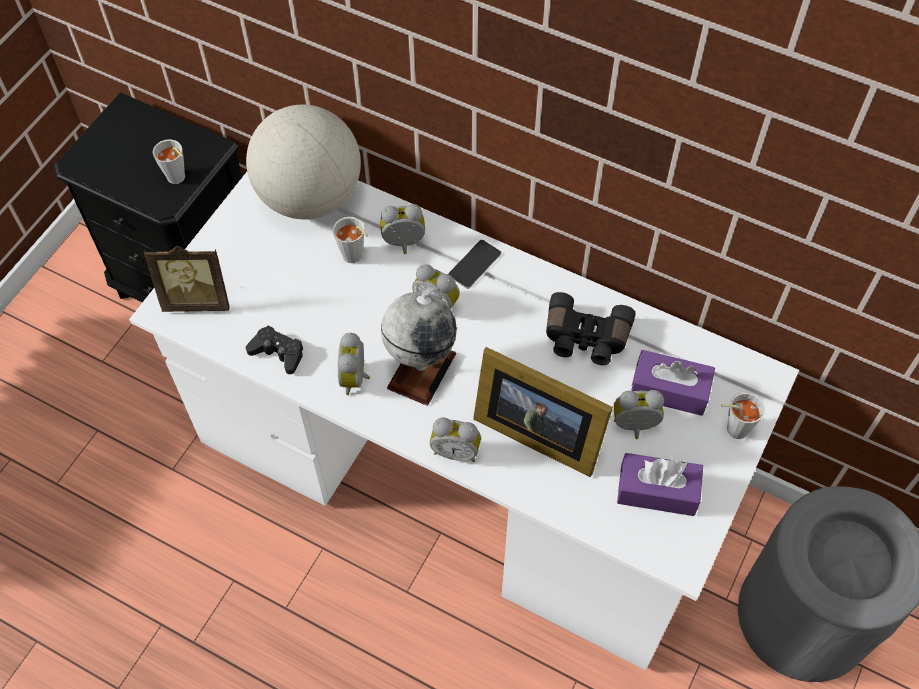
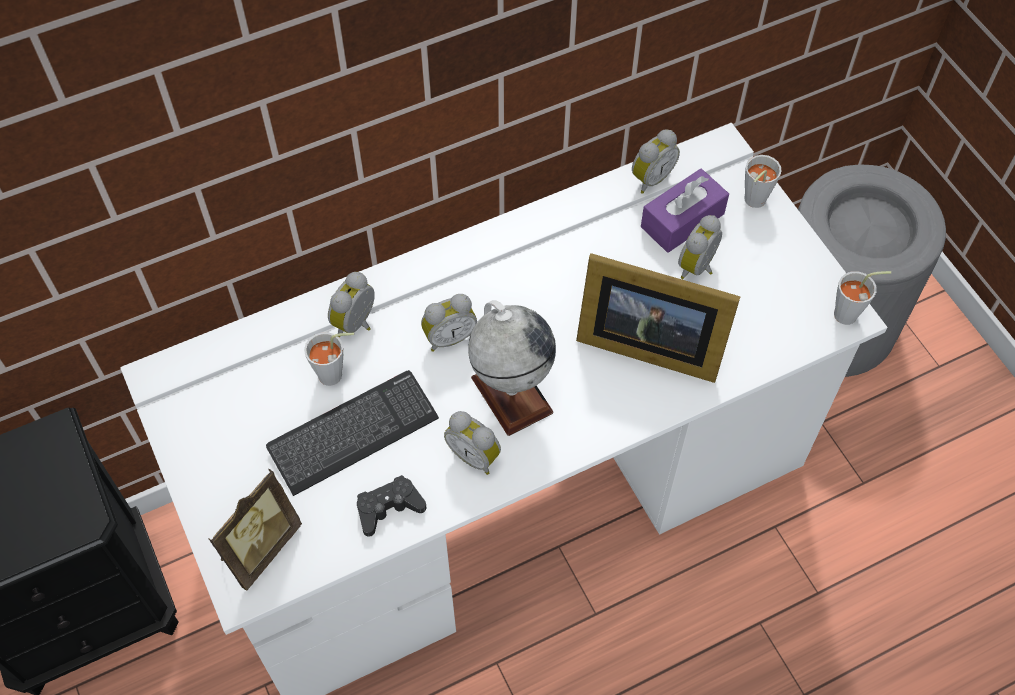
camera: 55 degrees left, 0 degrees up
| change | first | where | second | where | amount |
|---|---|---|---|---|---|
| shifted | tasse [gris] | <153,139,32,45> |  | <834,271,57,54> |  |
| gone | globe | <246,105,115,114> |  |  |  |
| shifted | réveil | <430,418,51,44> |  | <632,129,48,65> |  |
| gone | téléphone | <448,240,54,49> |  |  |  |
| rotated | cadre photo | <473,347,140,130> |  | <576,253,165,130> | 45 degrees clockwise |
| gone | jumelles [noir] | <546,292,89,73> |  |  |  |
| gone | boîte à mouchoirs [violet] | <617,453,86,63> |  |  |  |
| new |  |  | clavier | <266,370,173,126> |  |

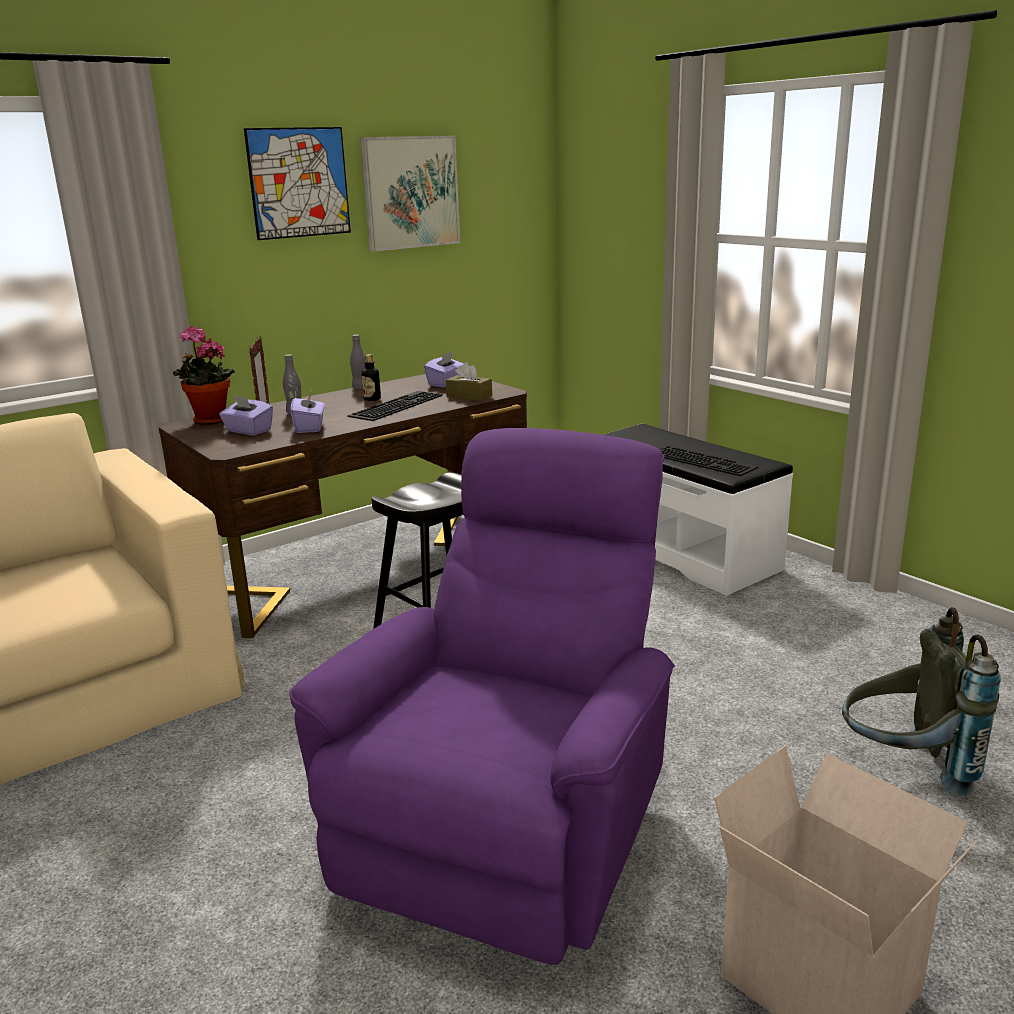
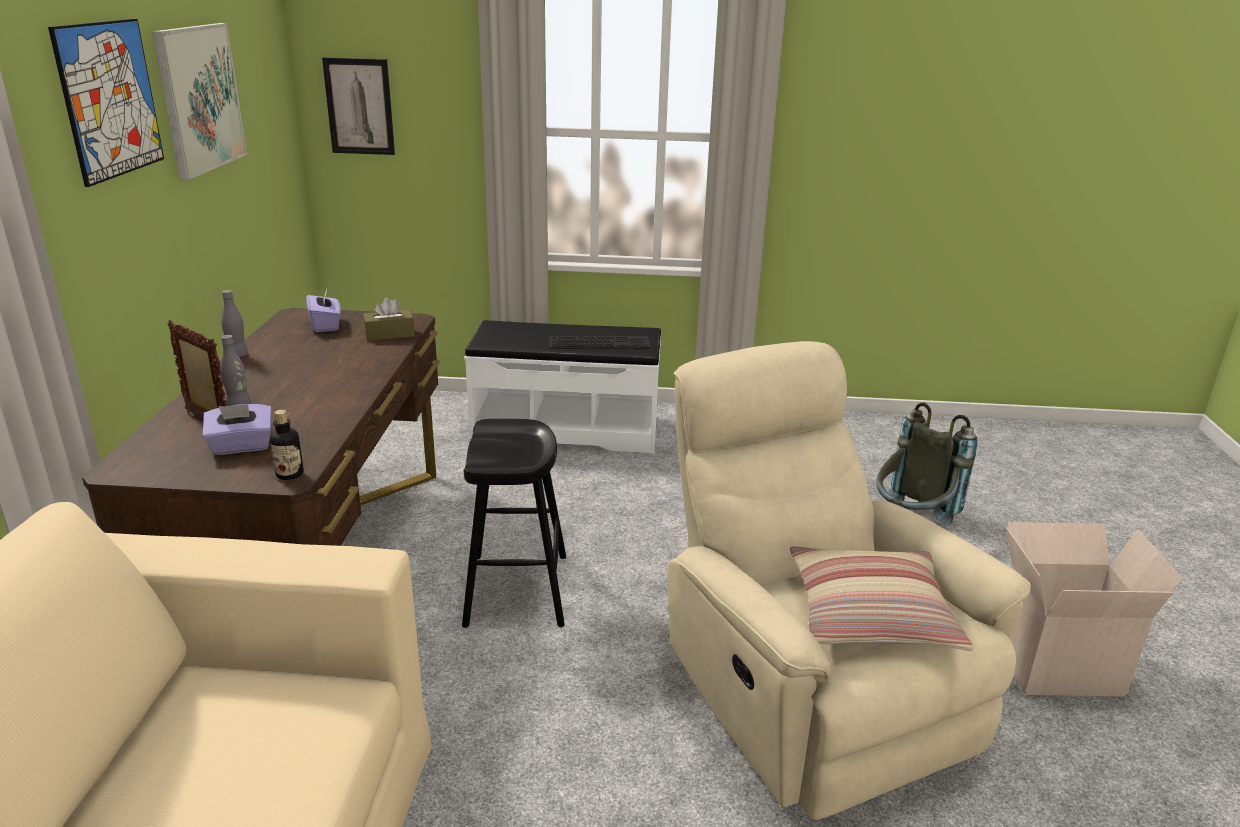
camera: 50 degrees left, 5 degrees up
| change | first | where | second | where | amount |
|---|---|---|---|---|---|
| gone | plante en pot | <173,326,62,99> |  |  |  |
| repainted | fauteuil [violet] | <289,428,386,537> | fauteuil [beige] | <667,341,364,479> |  |
| gone | boîte à mouchoirs [violet] | <290,389,35,44> |  |  |  |
| gone | clavier | <347,391,96,30> |  |  |  |
| shifted | bouteille | <361,354,20,47> |  | <270,410,33,70> |  |
| new |  |  | tableau | <322,57,73,98> |  |
| new |  |  | coussin | <790,547,184,104> |  |

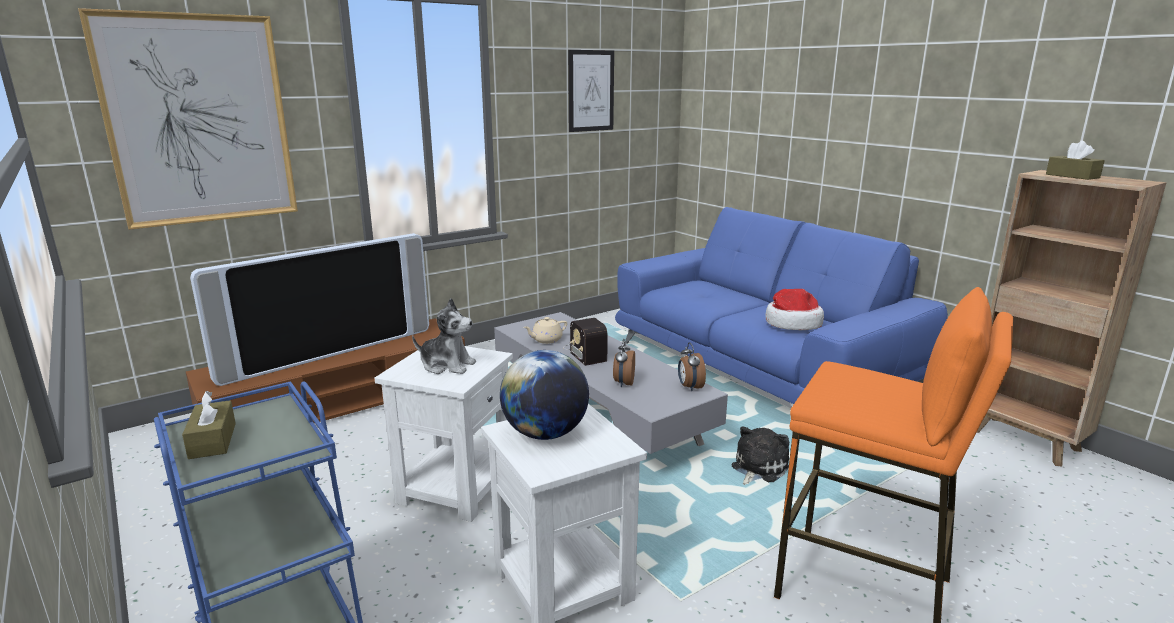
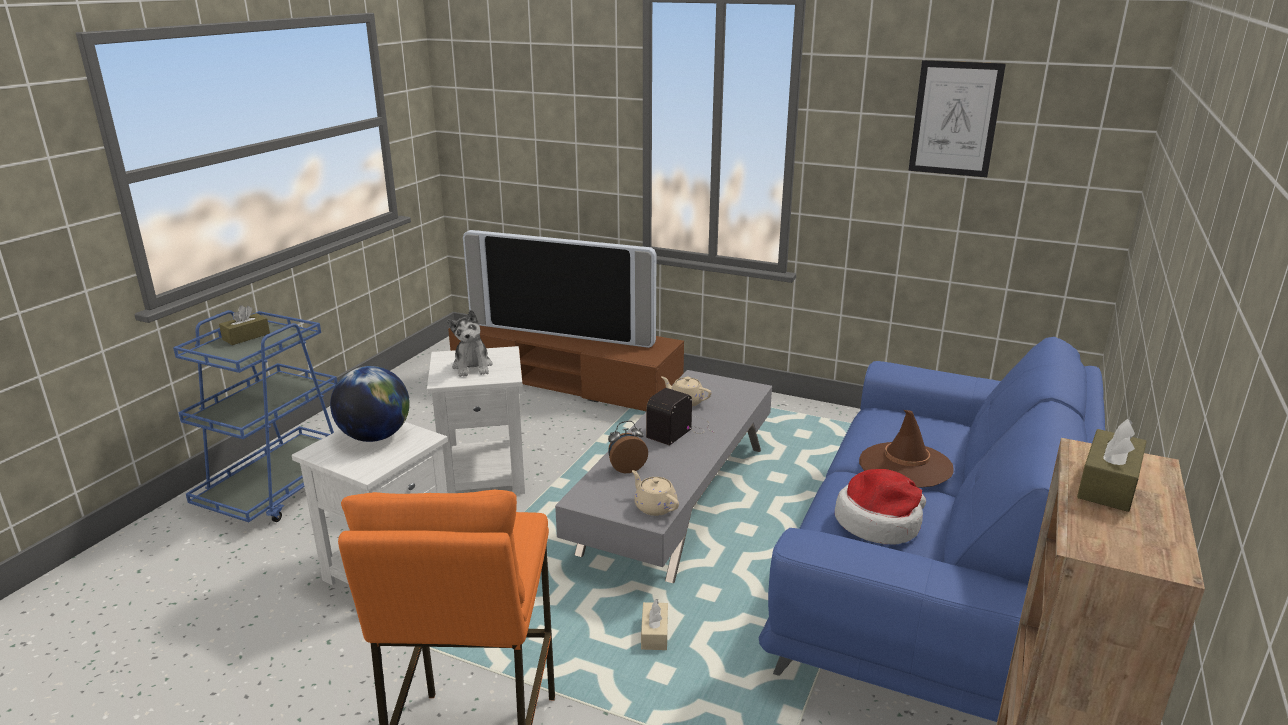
camera: 60 degrees right, 5 degrees up
| change | first | where | second | where | amount |
|---|---|---|---|---|---|
| gone | tableau | <78,8,220,222> |  |  |  |
| swapped | réveil | <678,342,28,50> | théière [beige] | <632,470,47,46> |  |
| swapped | peluche | <732,426,57,59> | boîte à mouchoirs [beige] | <641,599,27,51> |  |
| new |  |  | chapeau [marron] | <859,410,95,78> |  |

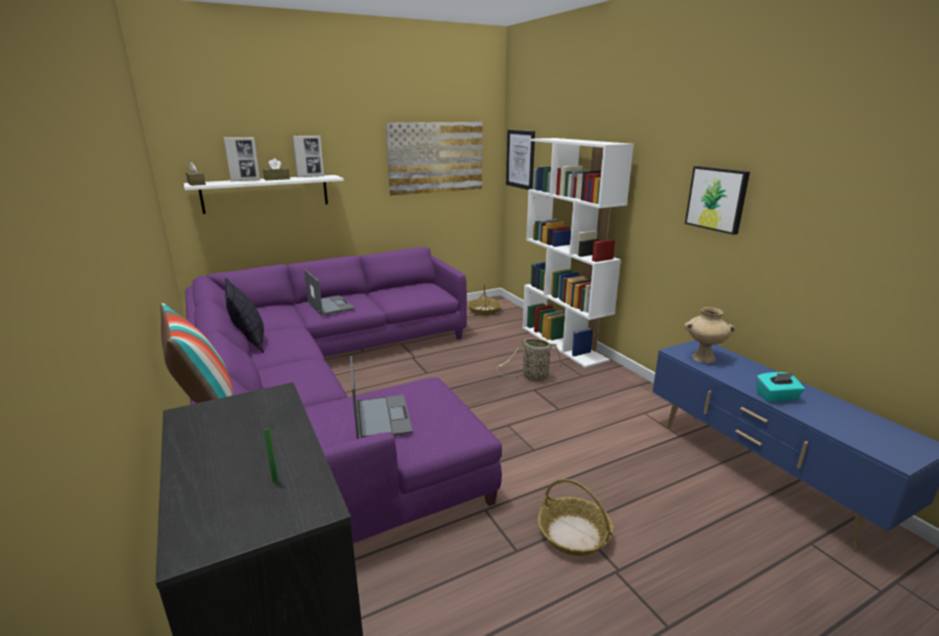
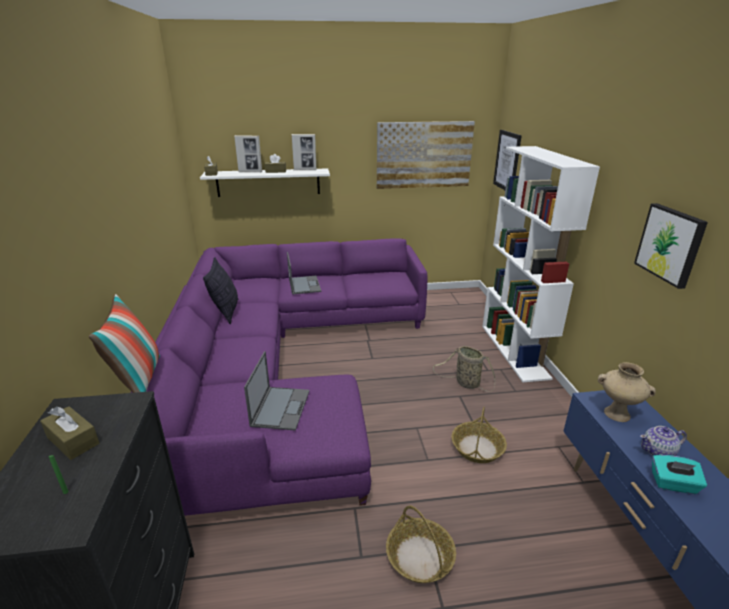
camera: 20 degrees right, 5 degrees up
| change | first | where | second | where | amount |
|---|---|---|---|---|---|
| shifted | panier | <467,282,35,33> |  | <451,407,56,56> |  |
| new |  |  | boîte à mouchoirs [marron] | <40,406,59,54> |  |
| new |  |  | théière | <640,426,47,30> |  |

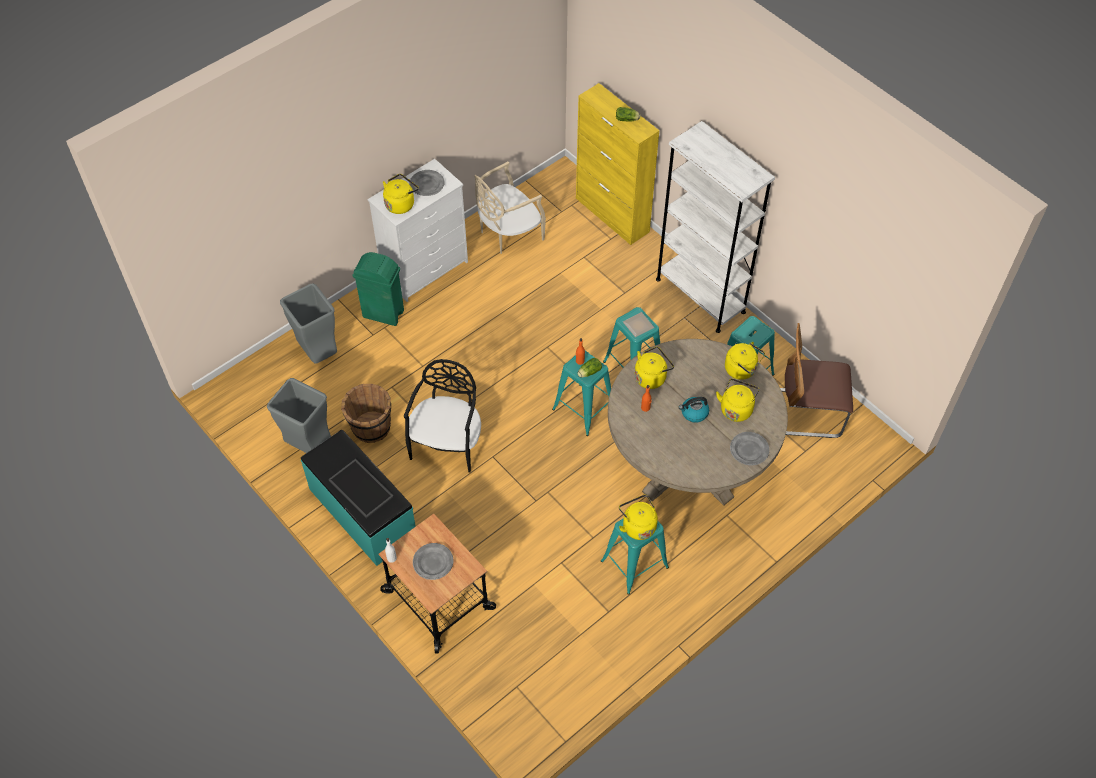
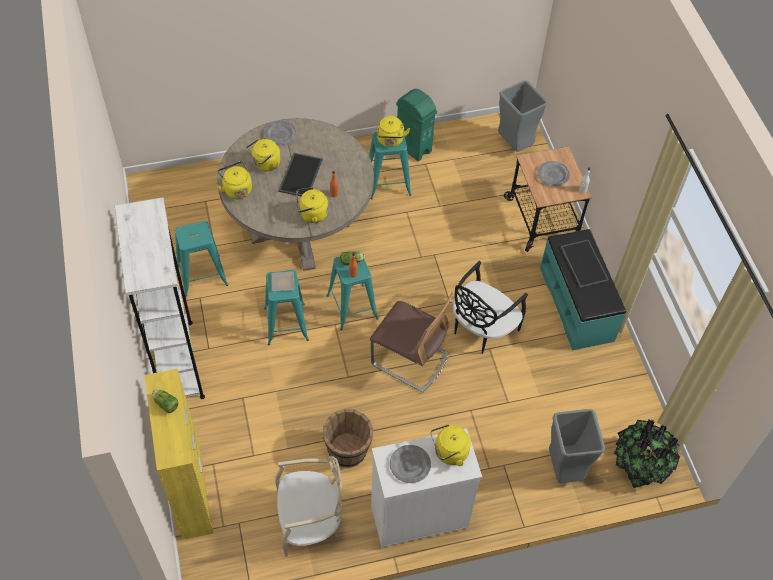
camera: 155 degrees left, 0 degrees up
| change | first | where | second | where | amount |
|---|---|---|---|---|---|
| shifted | poubelle [gris] | <267,378,64,75> |  | <498,80,50,72> |  |
| shifted | seau [marron] | <341,384,50,59> |  | <323,409,50,59> |  |
| shifted | poubelle [vert] | <353,252,51,74> |  | <396,89,41,72> |  |
| swapped | bouilloire | <679,397,30,26> | plateau | <278,153,45,43> |  |
| shifted | chaise | <780,323,73,115> |  | <370,292,83,101> |  |
| new |  |  | plante en pot | <614,419,66,69> |  |

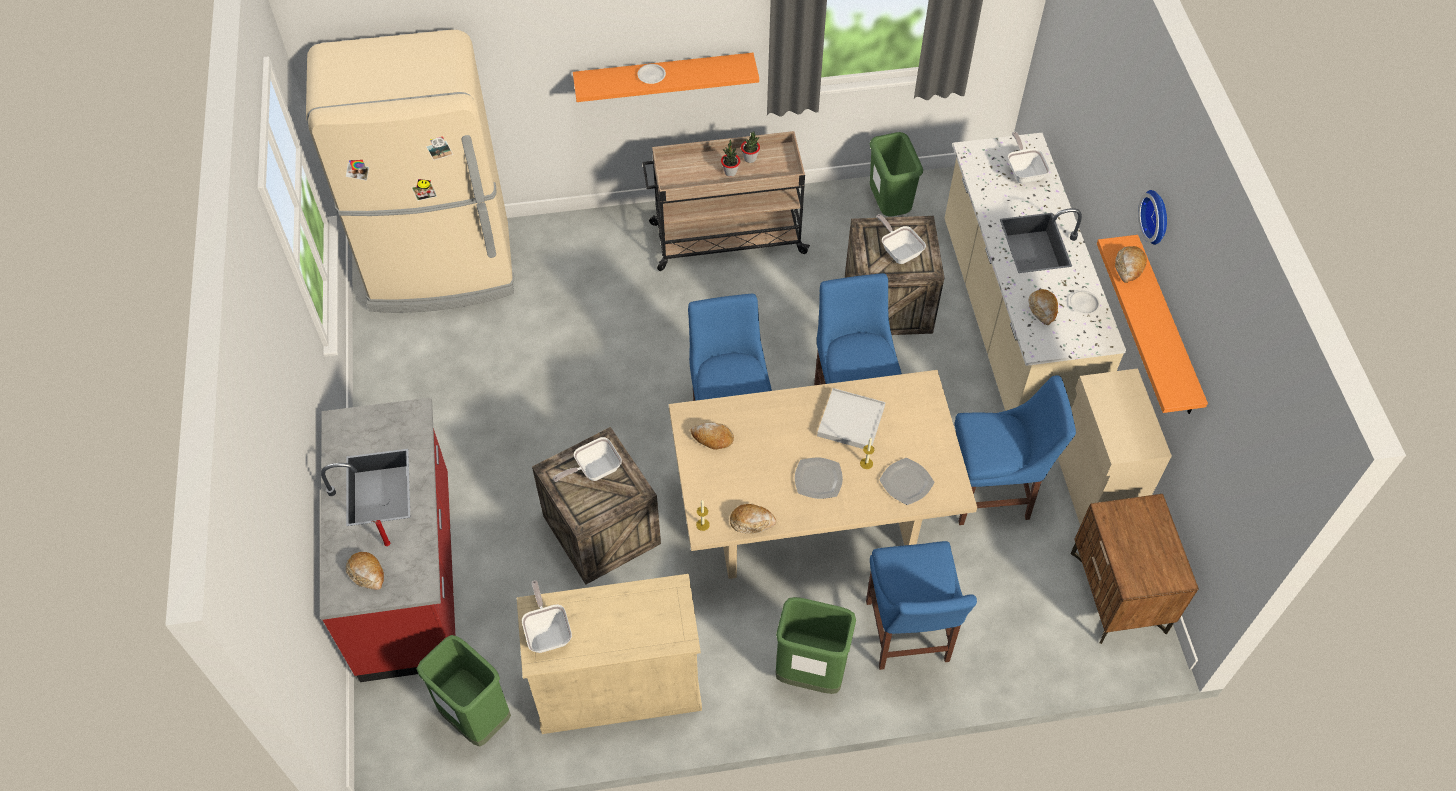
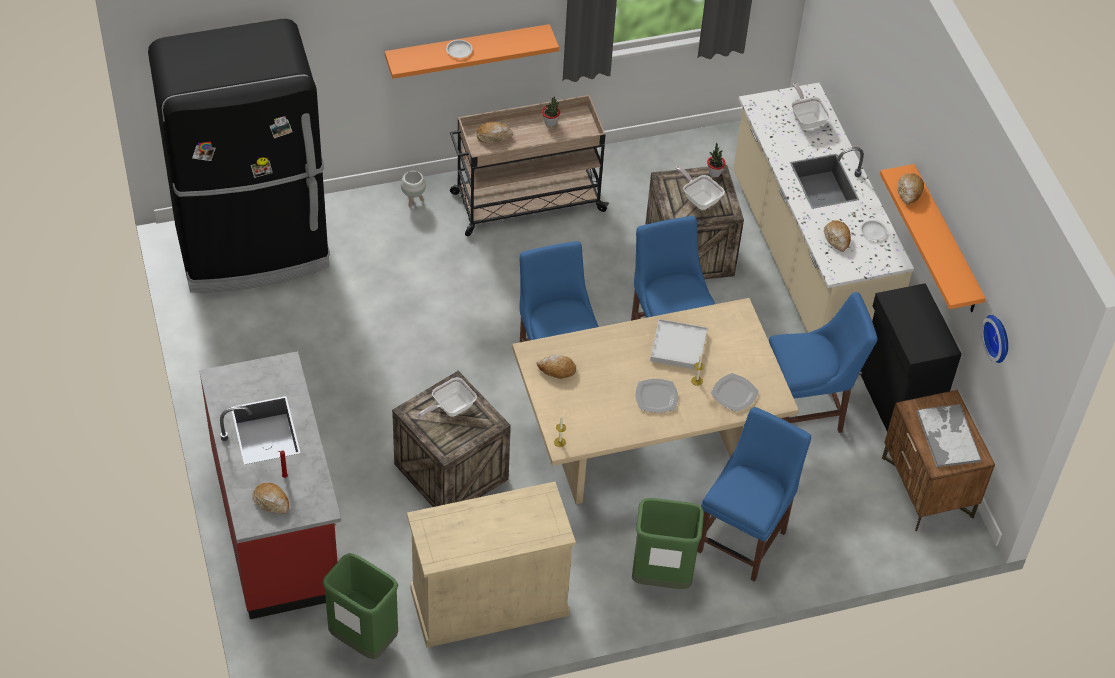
camera: 10 degrees left, 5 degrees down
| change | first | where | second | where | amount |
|---|---|---|---|---|---|
| repainted | réfrigérateur [beige] | <306,30,208,283> | réfrigérateur [noir] | <148,19,182,274> |  |
| gone | poêle | <522,580,50,73> |  |  |  |
| shifted | plante en pot | <721,139,19,38> |  | <707,143,19,34> |  |
| shifted | pain | <730,504,46,30> |  | <476,122,37,21> |  |
| rotated | chaise [bleu] | <866,541,111,129> |  | <697,407,114,175> | 135 degrees counterclockwise |
| gone | poubelle [vert] | <870,132,53,85> |  |  |  |
| repainted | meuble de rangement [beige] | <1058,368,114,158> | meuble de rangement [noir] | <859,283,103,148> |  |
| shifted | horloge murale | <1138,190,29,55> |  | <981,315,27,48> |  |
| new |  |  | cache-pot [blanc] | <401,171,25,37> |  |
| new |  |  | plateau | <916,404,66,63> |  |

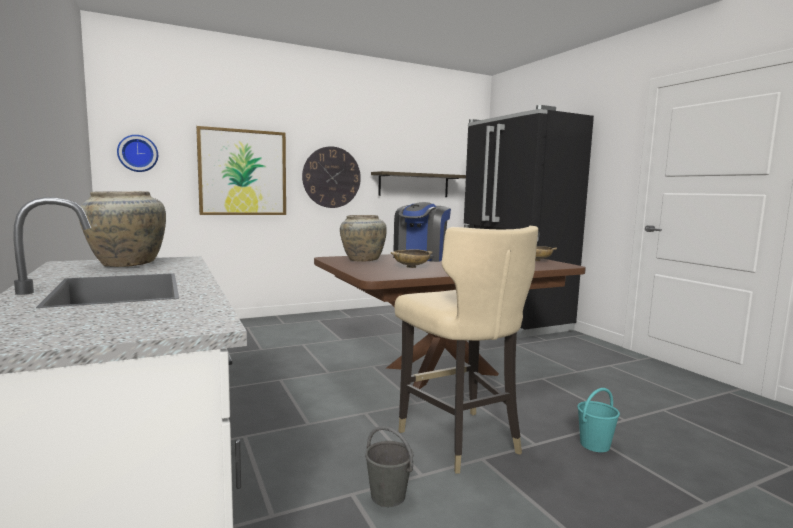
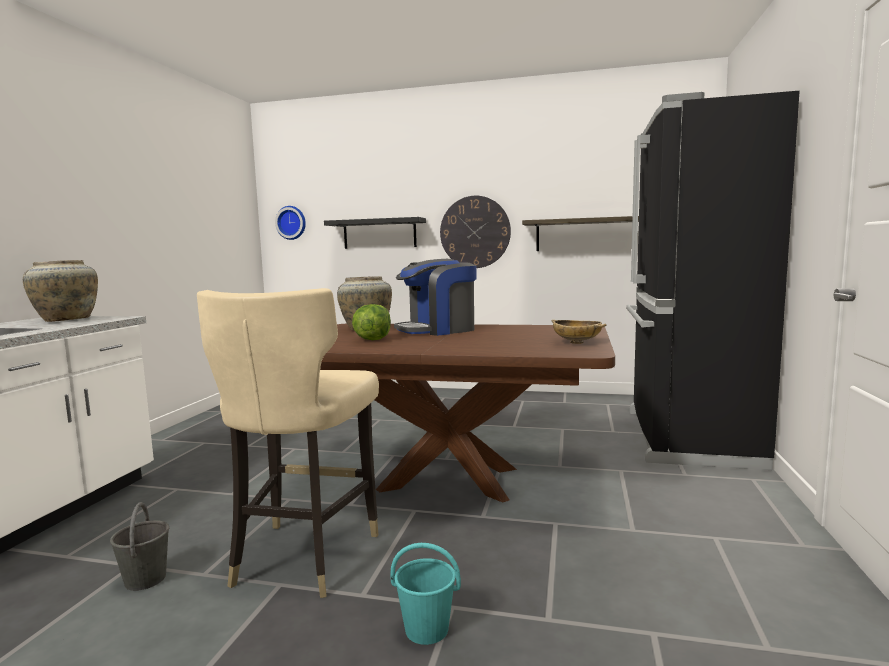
camera: 40 degrees right, 0 degrees up
| change | first | where | second | where | amount |
|---|---|---|---|---|---|
| swapped | tableau | <196,126,90,89> | étagère [noir] | <324,217,102,32> |  |
| swapped | bol [beige] | <391,249,41,19> | laitue | <352,304,39,36> |  |

